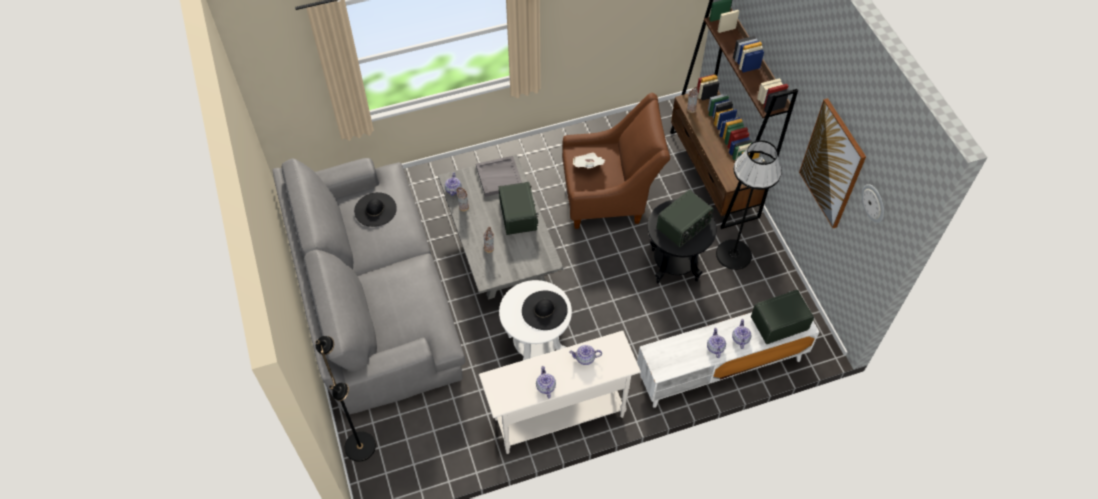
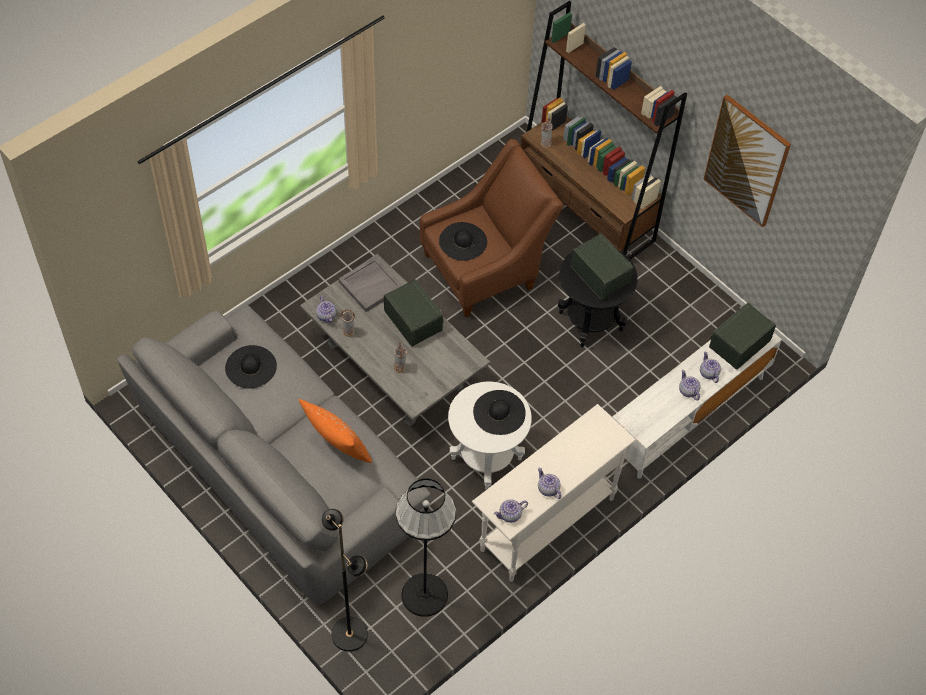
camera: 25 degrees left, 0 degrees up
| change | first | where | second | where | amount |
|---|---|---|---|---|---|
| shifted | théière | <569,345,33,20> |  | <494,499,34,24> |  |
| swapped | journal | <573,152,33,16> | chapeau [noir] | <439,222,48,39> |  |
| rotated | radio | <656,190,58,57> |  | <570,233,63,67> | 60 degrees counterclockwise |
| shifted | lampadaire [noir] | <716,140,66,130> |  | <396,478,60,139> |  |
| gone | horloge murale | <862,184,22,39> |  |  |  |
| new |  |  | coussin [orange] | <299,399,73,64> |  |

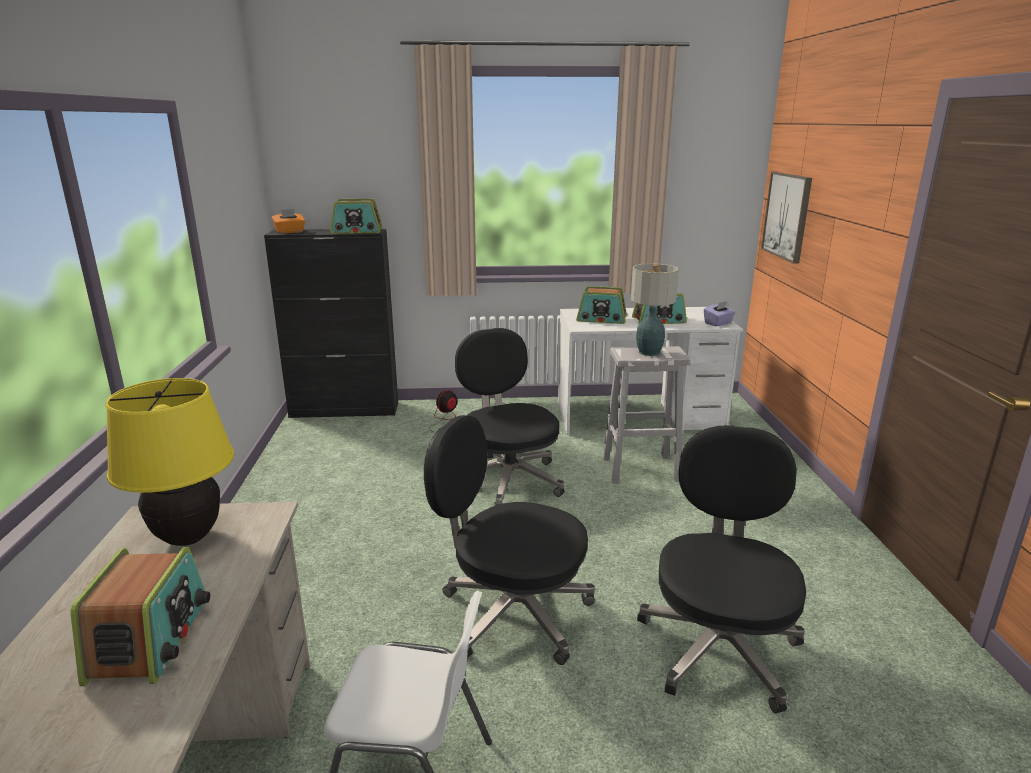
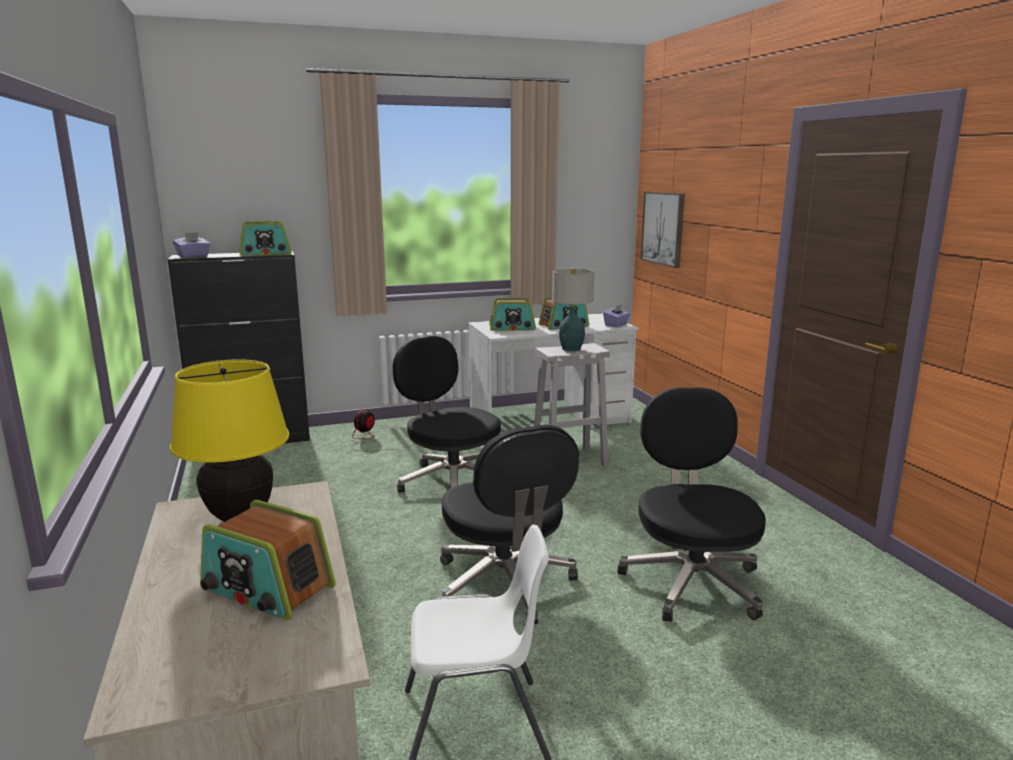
camera: 15 degrees left, 5 degrees down
| change | first | where | second | where | amount |
|---|---|---|---|---|---|
| rotated | radio | <70,547,140,139> |  | <200,500,136,120> | 135 degrees clockwise |
| repainted | boîte à mouchoirs [orange] | <271,209,34,25> | boîte à mouchoirs [violet] | <173,232,37,25> |  |
| rotated | chaise de bureau [noir] | <424,415,171,250> |  | <440,425,139,199> | 120 degrees counterclockwise |

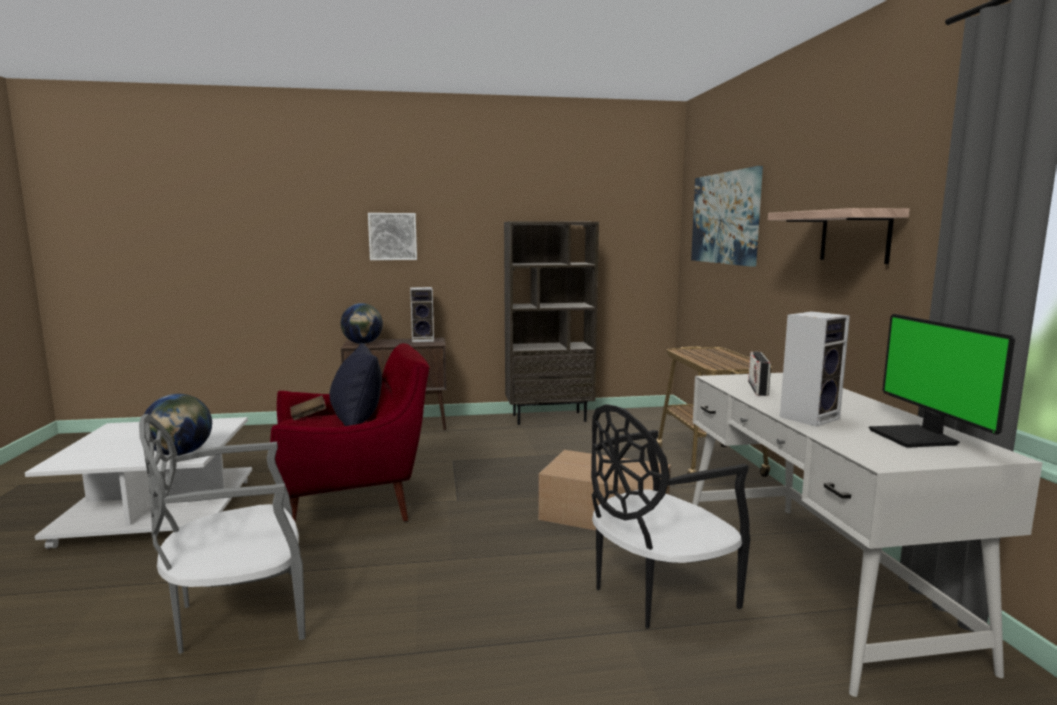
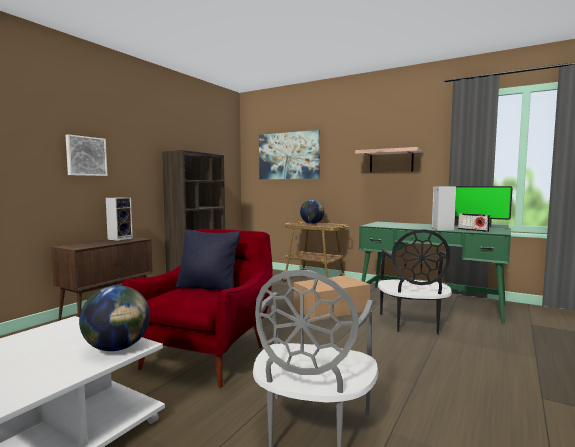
camera: 50 degrees left, 5 degrees down
| change | first | where | second | where | amount |
|---|---|---|---|---|---|
| gone | livre [marron] | <290,395,36,25> |  |  |  |
| shifted | globe | <341,303,42,41> |  | <300,200,24,24> |  |
| repainted | bureau [blanc] | <692,373,351,324> | bureau [vert] | <359,222,152,102> |  |
| shifted | radio | <748,351,23,45> |  | <458,213,32,19> |  |

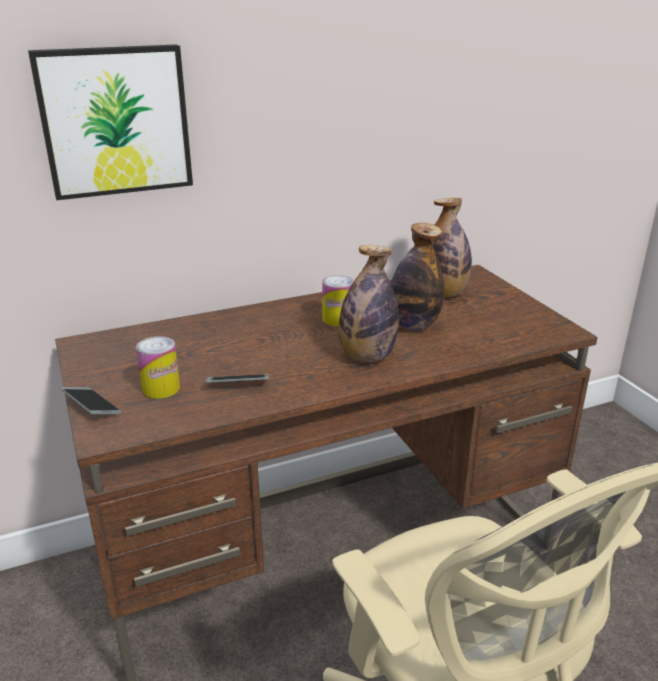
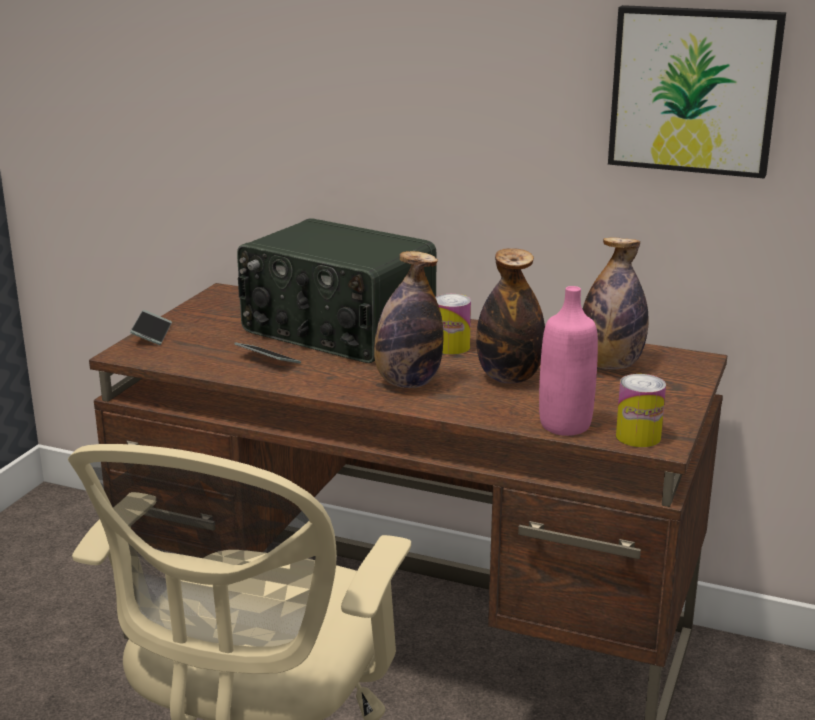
camera: 45 degrees right, 5 degrees down
| change | first | where | second | where | amount |
|---|---|---|---|---|---|
| shifted | tableau | <28,44,165,156> |  | <608,5,178,174> |  |
| shifted | boîte métallique | <136,336,44,63> |  | <616,374,50,73> |  |
| new |  |  | radio | <237,218,200,145> |  |
| new |  |  | bouteille [rose] | <539,286,59,150> |  |

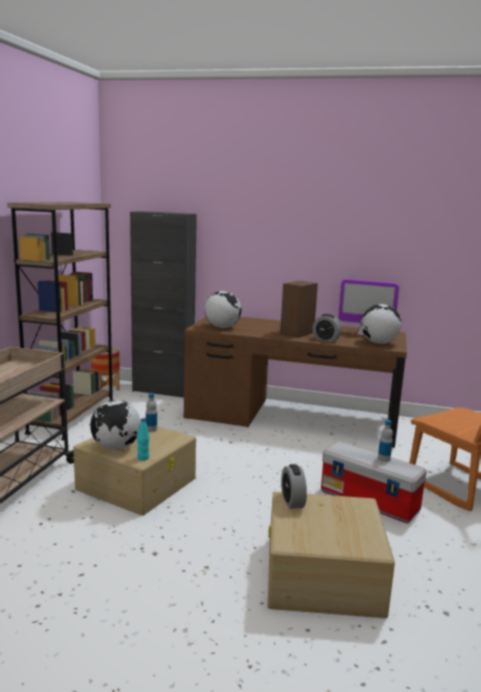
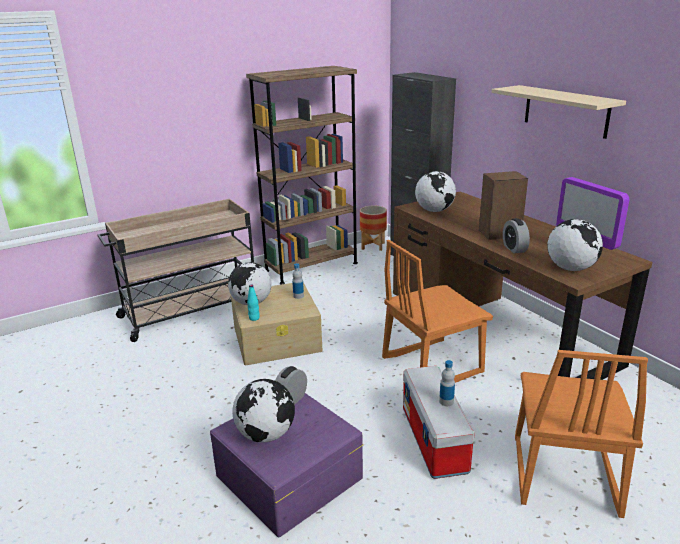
camera: 45 degrees right, 10 degrees up
| change | first | where | second | where | amount |
|---|---|---|---|---|---|
| repainted | boîte de rangement [beige] | <268,492,127,126> | boîte de rangement [violet] | <210,393,153,144> |  |
| new |  |  | globe | <232,379,63,63> |  |
| new |  |  | chaise [orange] | <382,240,111,143> |  |
| new |  |  | étagère [beige] | <492,85,134,54> |  |

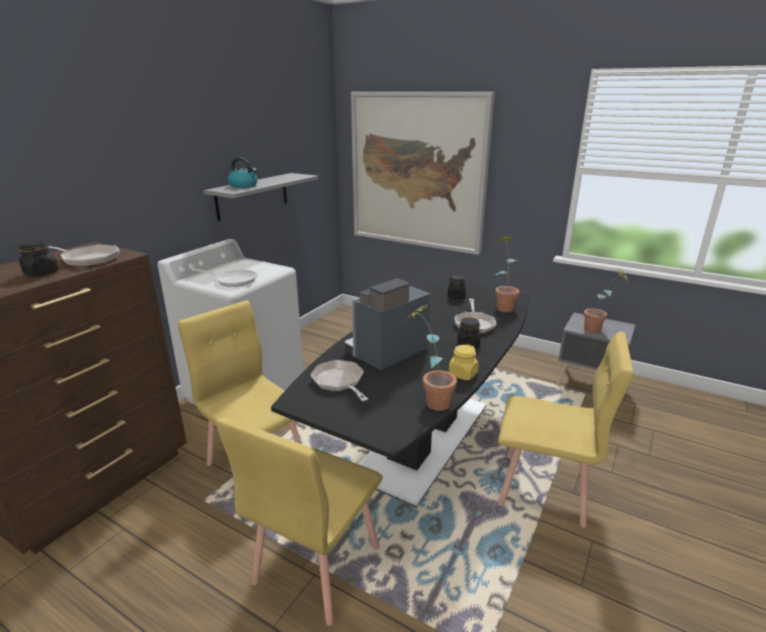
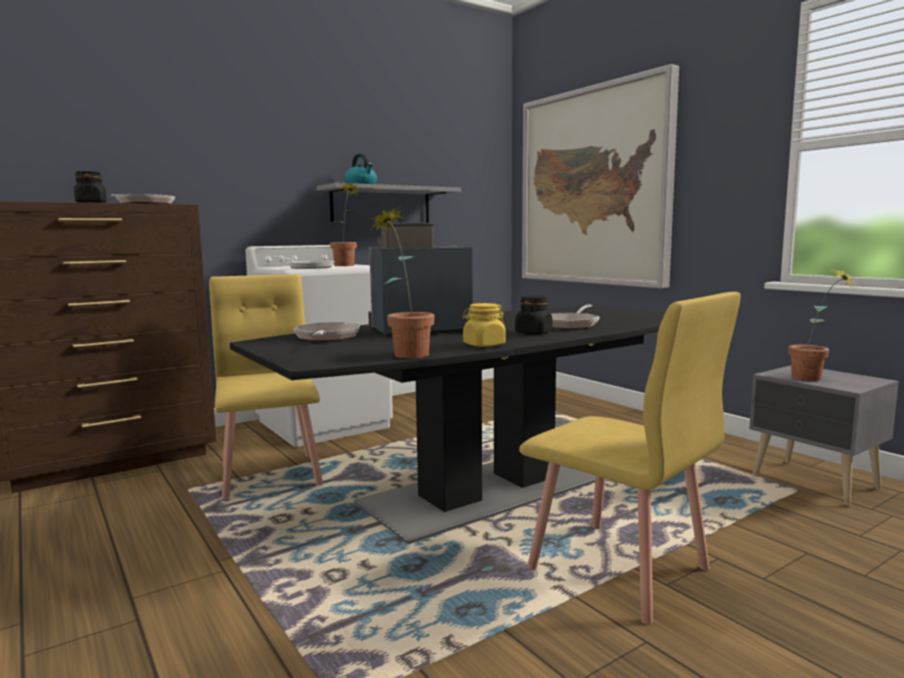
camera: 25 degrees right, 15 degrees down
| change | first | where | second | where | amount |
|---|---|---|---|---|---|
| gone | chaise [jaune] | <216,418,166,208> |  |  |  |
| gone | bocal [noir] | <448,275,18,24> |  |  |  |
| shifted | plante en pot | <495,236,25,76> |  | <329,181,30,85> |  |

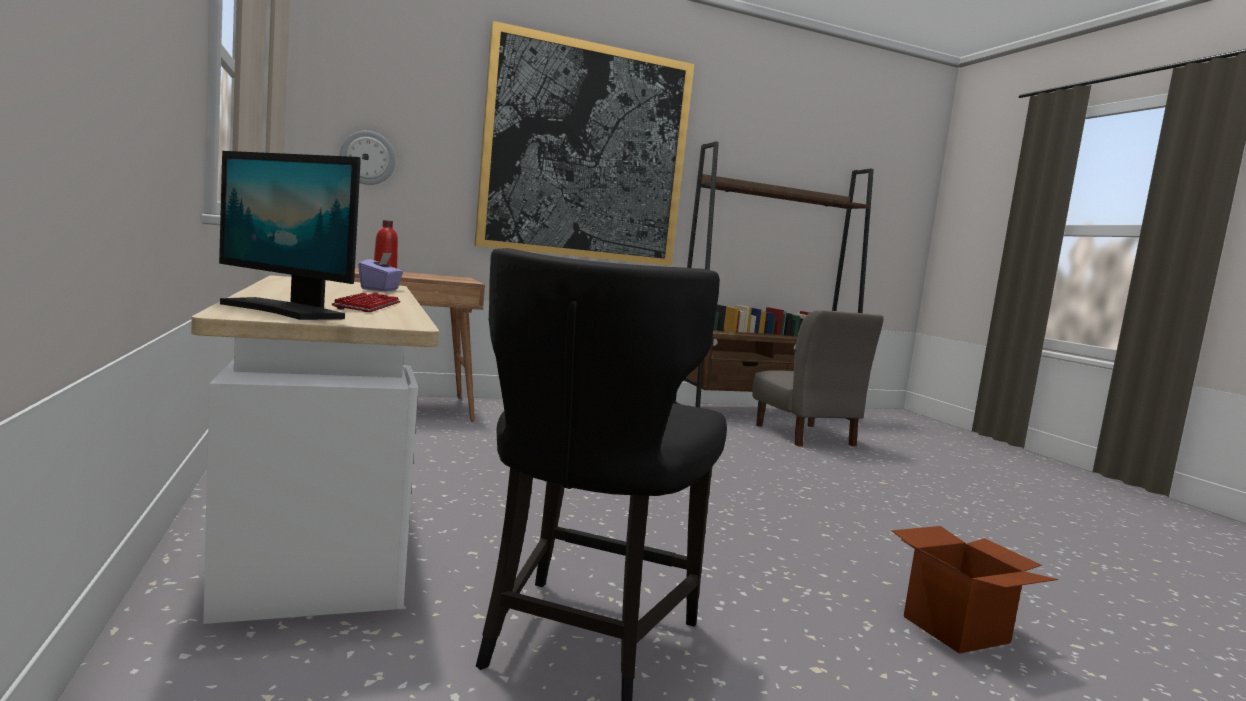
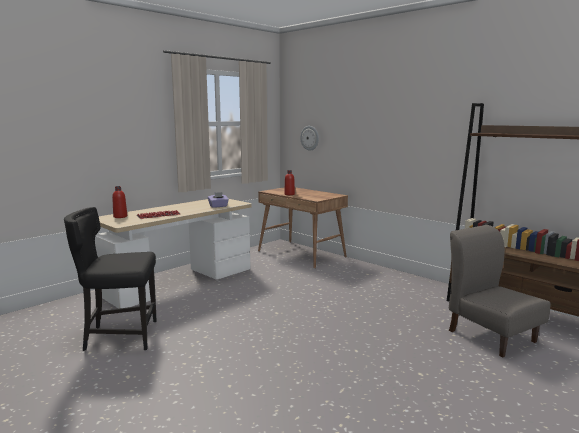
camera: 65 degrees right, 5 degrees up
| change | first | where | second | where | amount |
|---|---|---|---|---|---|
| swapped | écran d'ordinateur | <219,151,142,169> | bouteille [rouge] | <112,186,15,32> |  |
| gone | tableau | <474,21,220,245> |  |  |  |
| rotated | chaise [gris] | <752,310,132,136> |  | <449,225,101,132> | 105 degrees clockwise |
| gone | carton | <891,526,167,128> |  |  |  |

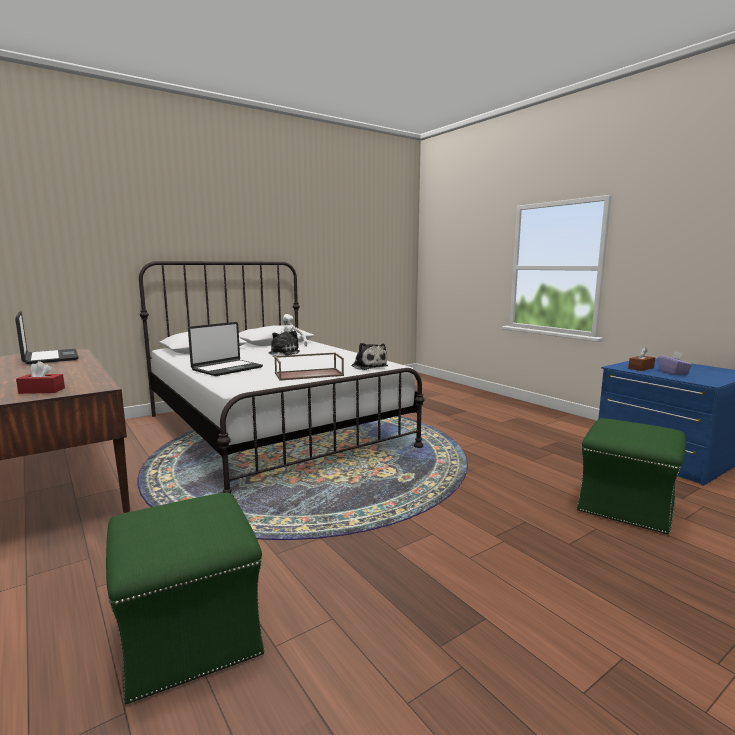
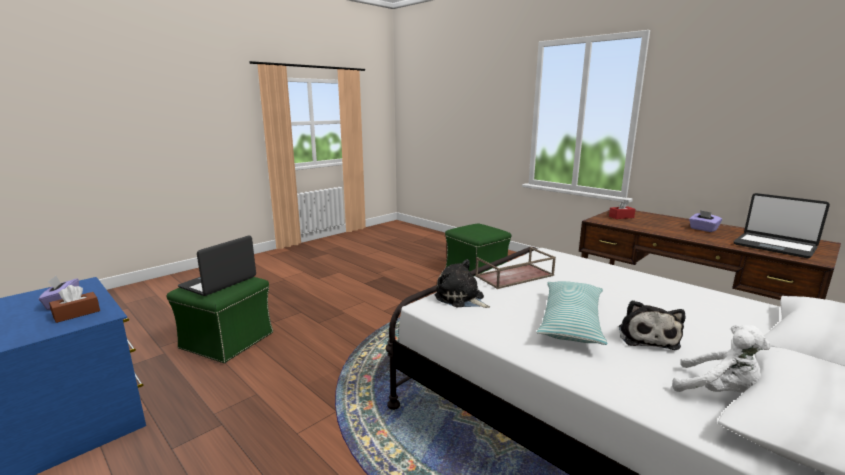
camera: 170 degrees right, 5 degrees up
| change | first | where | second | where | amount |
|---|---|---|---|---|---|
| shifted | ordinateur portable | <188,322,75,54> |  | <178,235,78,61> |  |
| new |  |  | coussin | <537,281,70,64> |  |
| new |  |  | boîte à mouchoirs [violet] | <689,210,33,22> |  |

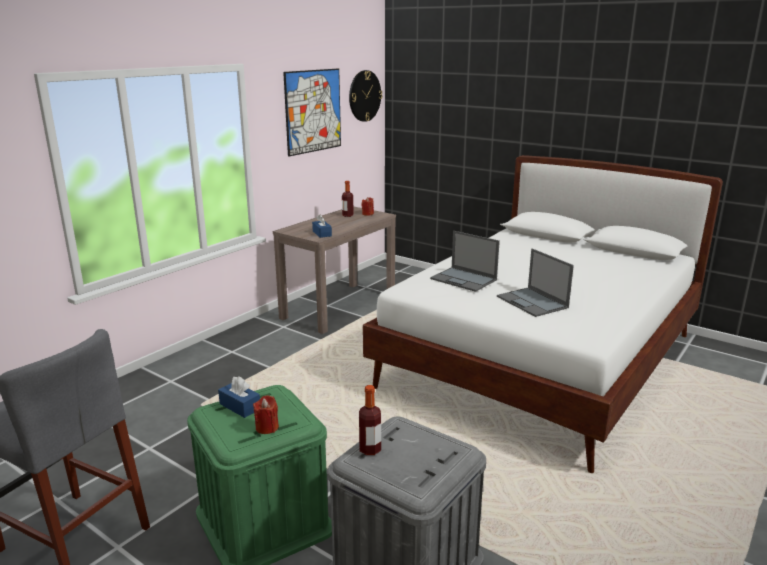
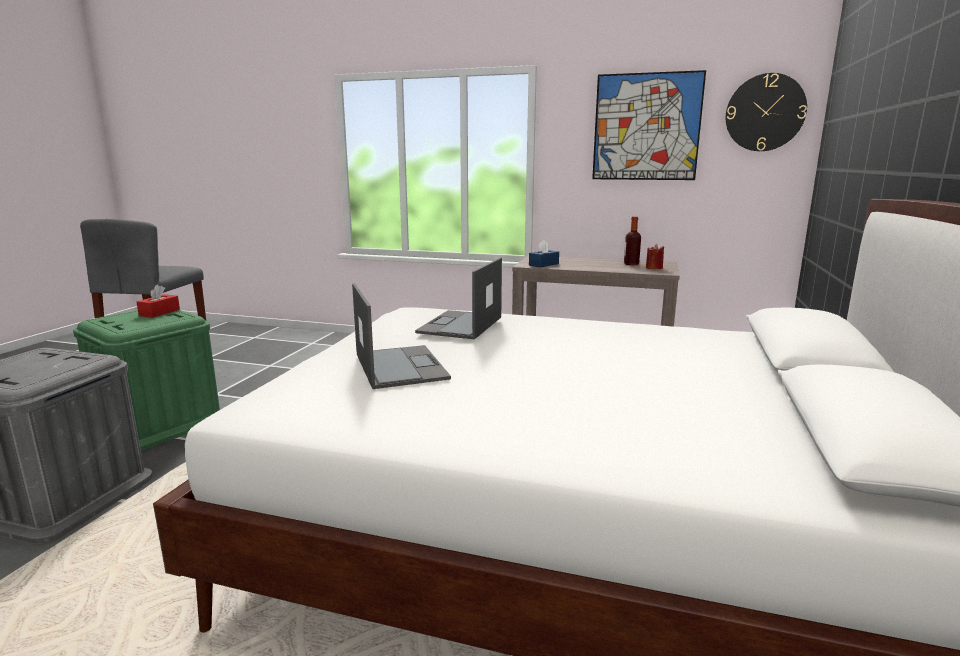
camera: 70 degrees right, 5 degrees down
| change | first | where | second | where | amount |
|---|---|---|---|---|---|
| repainted | boîte à mouchoirs [bleu] | <218,376,42,42> | boîte à mouchoirs [rouge] | <136,285,44,33> |  |
| gone | bougie [rouge] | <253,395,26,39> |  |  |  |
| gone | bouteille | <359,385,22,70> |  |  |  |
| rotated | ordinateur portable | <497,249,77,68> |  | <352,283,99,106> | 120 degrees clockwise |

